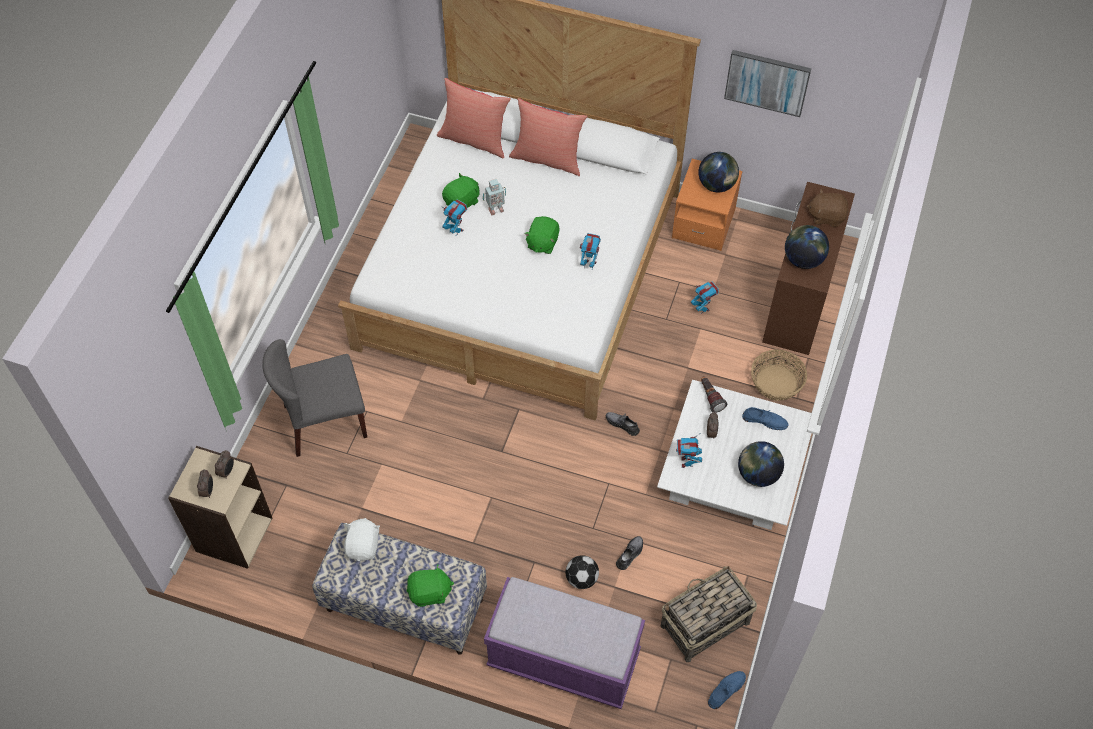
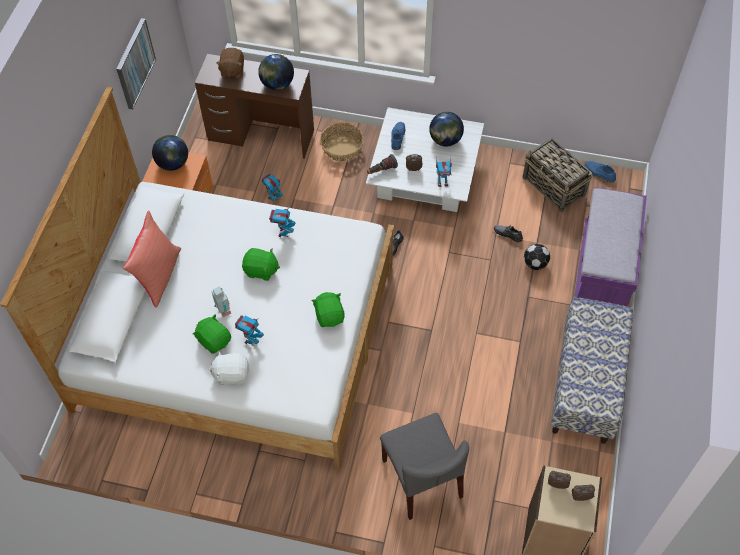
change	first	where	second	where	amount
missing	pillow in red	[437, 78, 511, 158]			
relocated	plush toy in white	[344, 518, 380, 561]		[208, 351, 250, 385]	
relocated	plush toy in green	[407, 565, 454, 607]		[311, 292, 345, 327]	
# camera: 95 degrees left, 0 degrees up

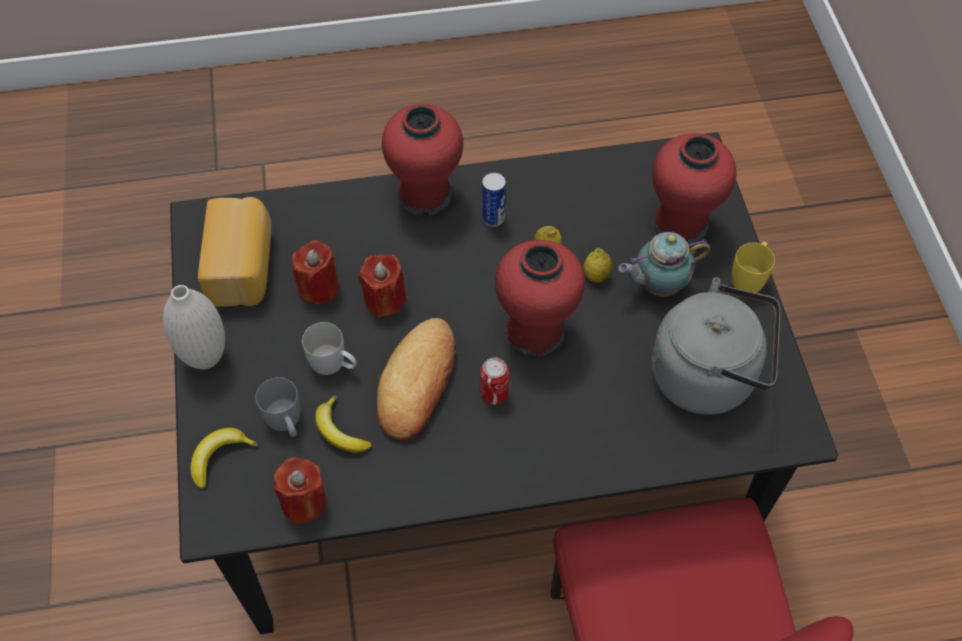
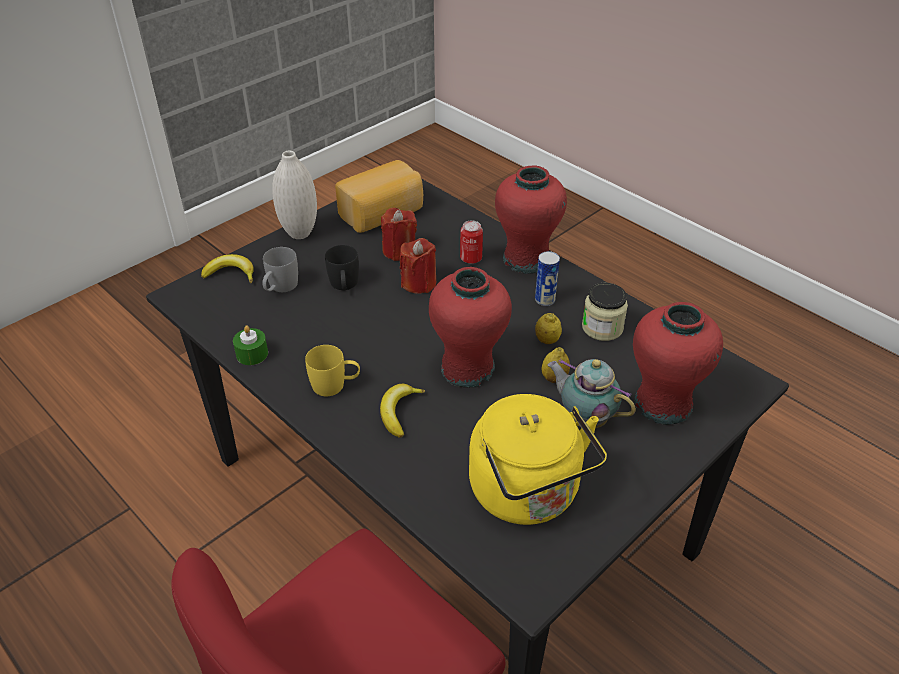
change	first	where	second	where	amount
missing	candle in red	[274, 457, 327, 523]			
missing	bread	[377, 318, 455, 441]			
appeared			candle in green	[233, 325, 268, 365]	
appeared			jar	[582, 283, 628, 341]	
relocated	banana	[315, 395, 372, 453]		[380, 384, 425, 438]	
relocated	can	[480, 357, 509, 404]		[460, 220, 483, 264]	
relocated	mug in yellow	[732, 242, 775, 293]		[305, 345, 360, 396]	
colour	mug in white	[302, 322, 357, 375]	mug in black	[325, 245, 359, 291]	
colour	kettle in grey	[652, 277, 781, 415]	kettle in yellow	[469, 394, 607, 525]	
# camera: 55 degrees right, 15 degrees down

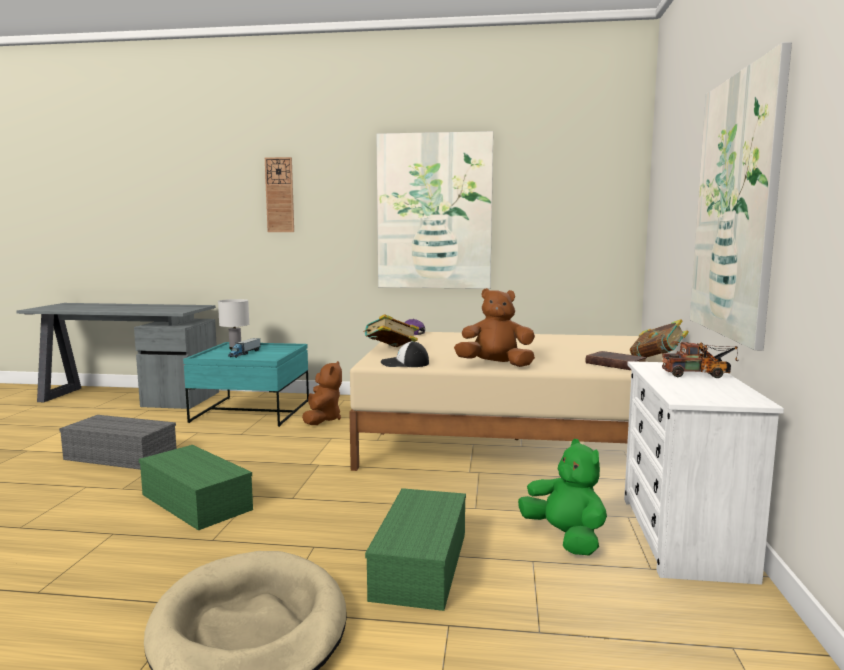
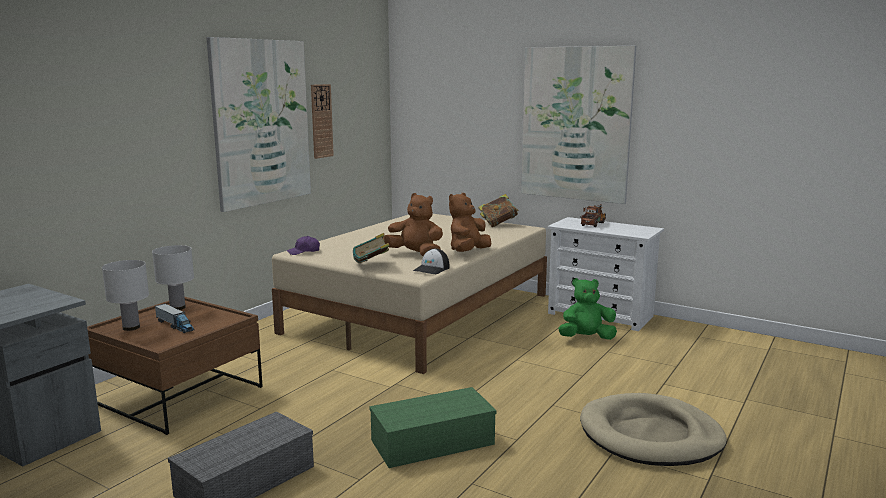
change	first	where	second	where	amount
missing	storage box in green	[365, 488, 466, 611]			
missing	book in brown	[585, 351, 647, 370]			
appeared			table lamp in white	[152, 245, 194, 310]	
relocated	wall clock	[265, 157, 294, 232]		[311, 84, 334, 159]	
relocated	plush toy in brown	[302, 361, 342, 425]		[383, 193, 443, 256]	
colour	coffee table in turquoise	[183, 342, 309, 427]	coffee table in brown	[87, 297, 263, 435]	
# camera: 65 degrees left, 5 degrees up

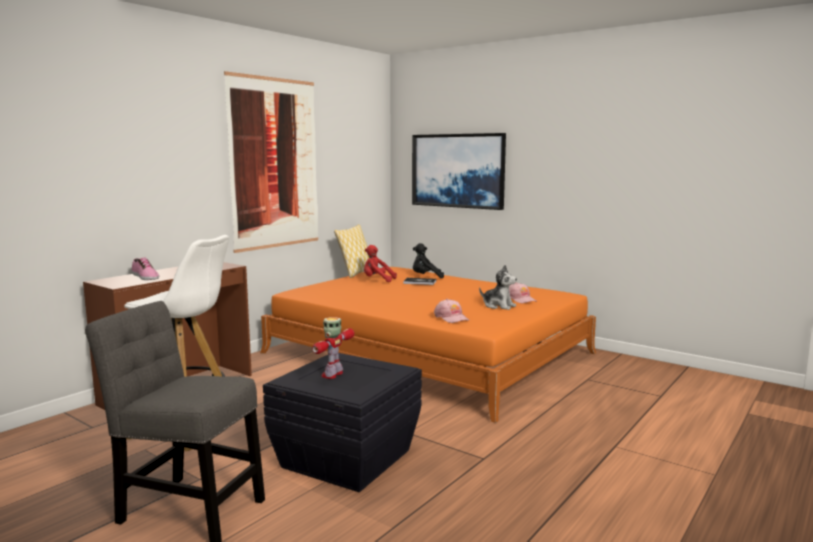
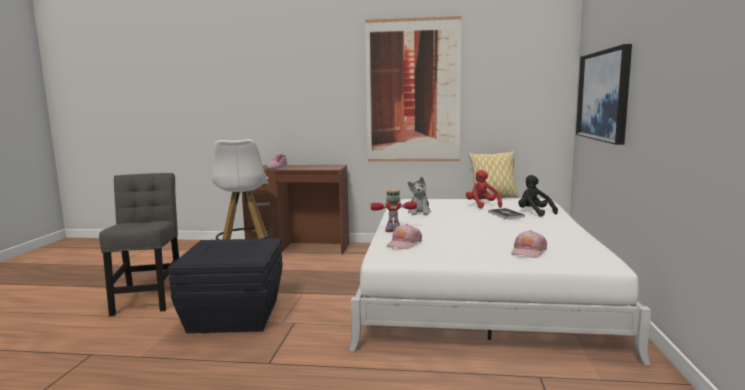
change	first	where	second	where	amount
relocated	toy robot	[312, 317, 354, 379]		[371, 189, 417, 232]	
relocated	plush toy	[479, 265, 517, 310]		[408, 177, 431, 215]	
colour	bed in orange	[260, 267, 596, 423]	bed in white	[349, 198, 652, 366]	
# camera: 60 degrees right, 0 degrees up

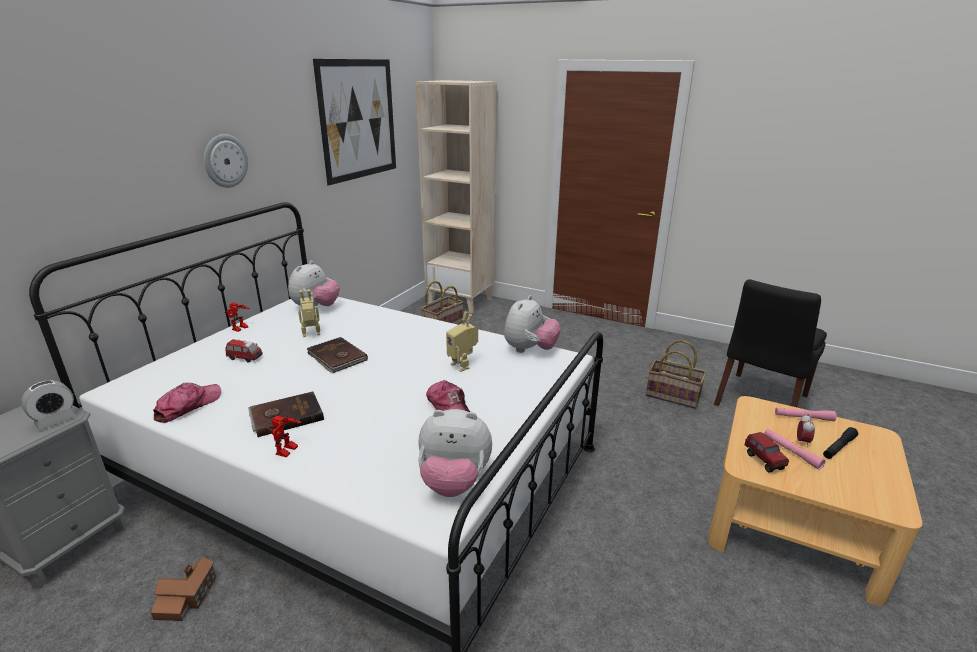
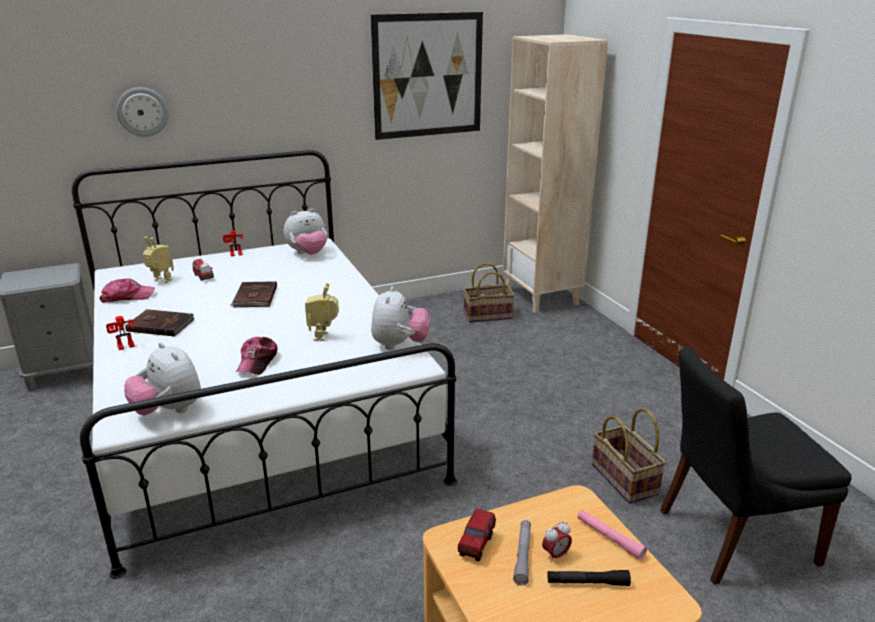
change	first	where	second	where	amount
missing	alarm clock	[21, 380, 76, 430]			
missing	toy house	[151, 556, 216, 621]			
relocated	wall clock	[204, 134, 248, 188]		[116, 87, 169, 137]	
relocated	toy robot	[298, 289, 320, 337]		[143, 237, 174, 283]	
colour	flashlight in pink	[764, 429, 826, 470]	flashlight in grey	[513, 520, 531, 585]	
spun	plush toy	[504, 295, 561, 353]		[371, 286, 430, 350]	60 degrees counterclockwise
# camera: 40 degrees right, 0 degrees up

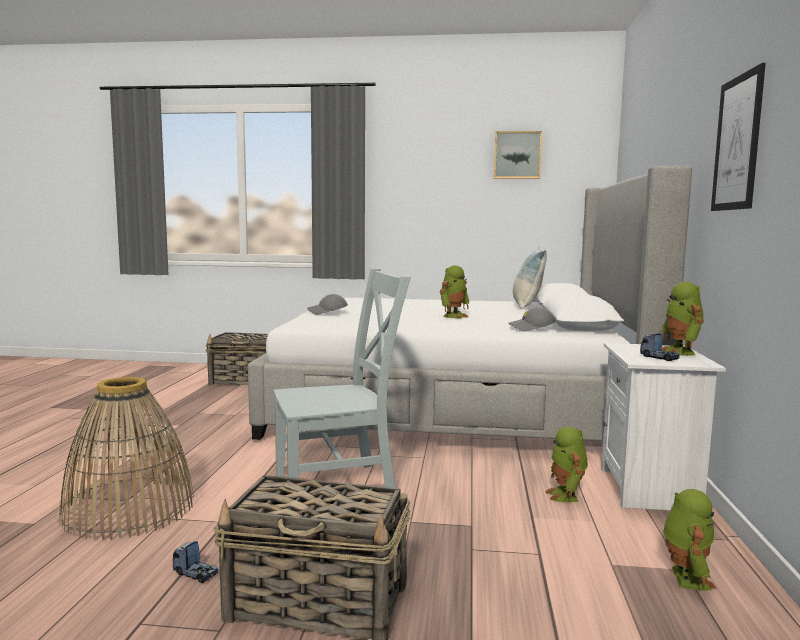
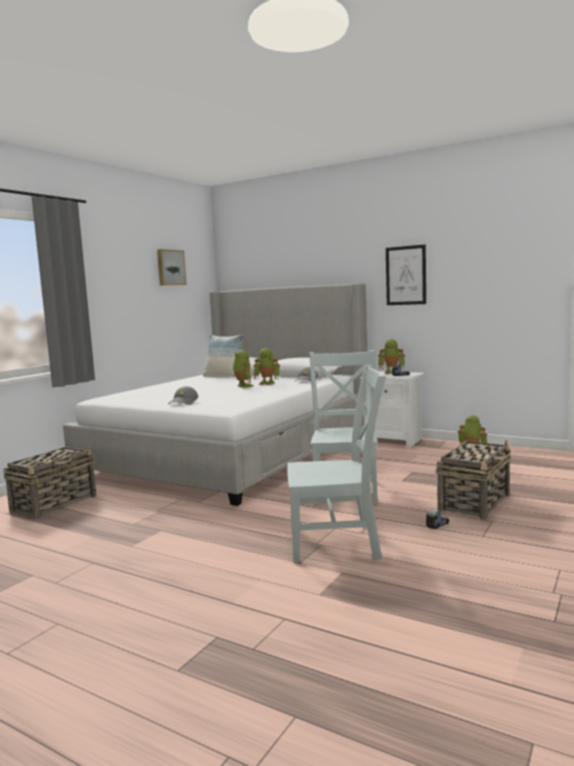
change	first	where	second	where	amount
relocated	toy robot	[545, 426, 588, 502]		[253, 348, 280, 385]	
exchanged	basket	[59, 377, 194, 540]	chair in grey	[287, 365, 386, 563]	
# camera: 65 degrees left, 0 degrees up

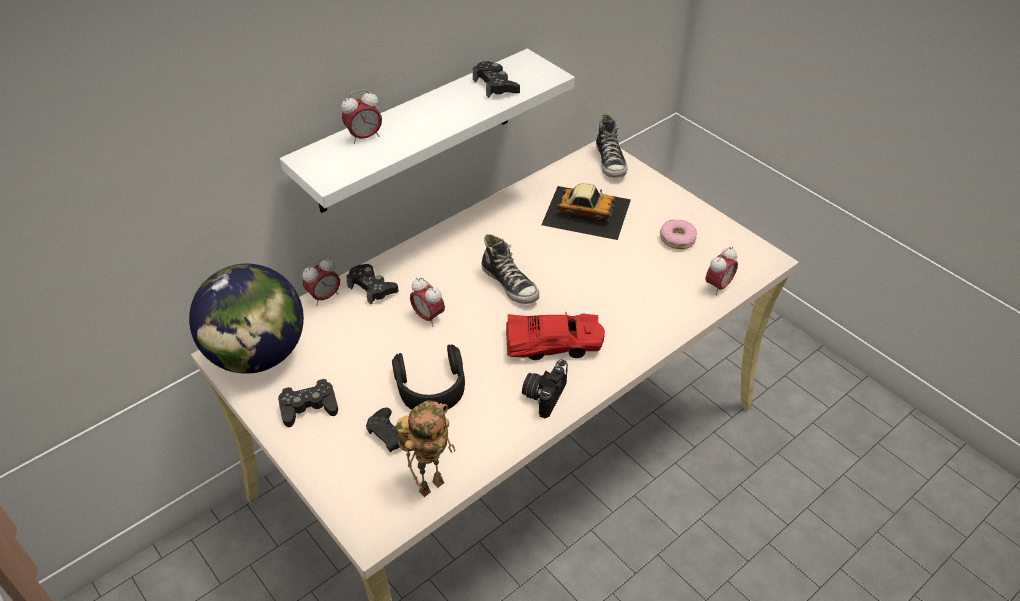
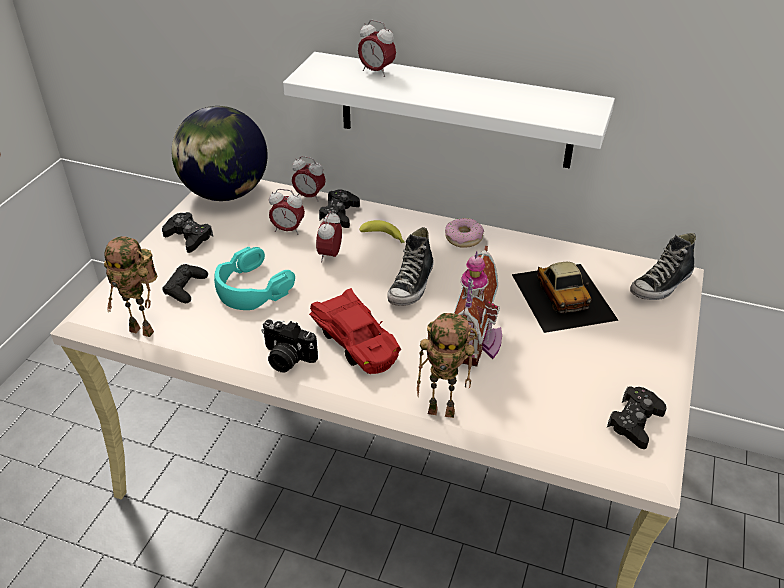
change	first	where	second	where	amount
appeared			banana	[359, 220, 405, 243]	
appeared			toy robot	[417, 313, 477, 418]	
appeared			toy house	[454, 246, 502, 367]	
relocated	game controller in black	[473, 61, 520, 98]		[607, 386, 667, 449]	
relocated	donut	[660, 220, 697, 249]		[445, 218, 484, 248]	
relocated	alarm clock	[706, 247, 738, 295]		[269, 189, 305, 235]	
colour	headphones in black	[392, 344, 465, 411]	headphones in turquoise	[214, 247, 295, 310]	
spun	photo camera	[522, 360, 568, 418]		[261, 319, 318, 373]	150 degrees counterclockwise
# camera: 60 degrees right, 5 degrees down

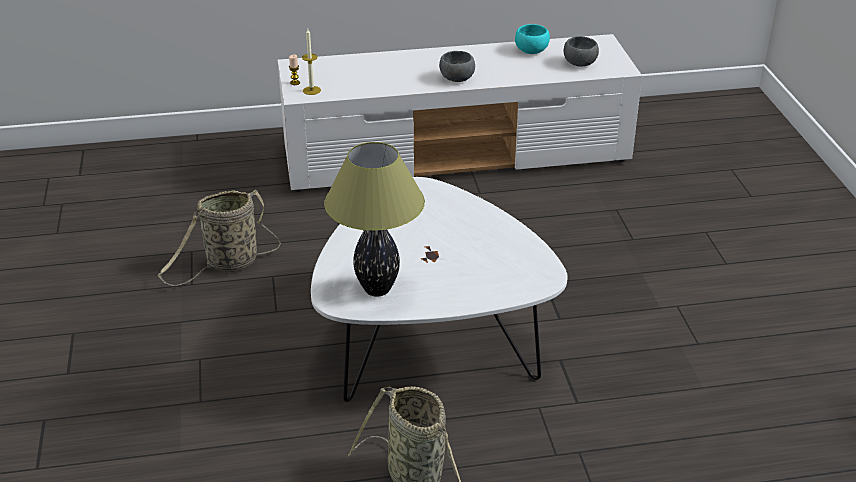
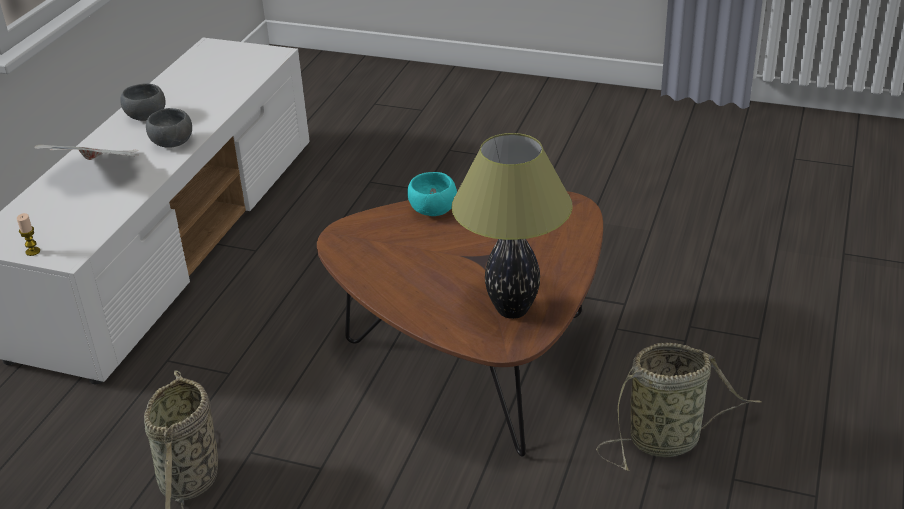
change	first	where	second	where	amount
missing	candle	[302, 29, 321, 95]			
appeared			newspaper	[34, 145, 138, 160]	
relocated	bowl in turquoise	[515, 24, 550, 54]		[407, 172, 457, 216]	
relocated	bowl in grey	[564, 36, 599, 66]		[120, 83, 165, 121]	
colour	coffee table in white	[311, 177, 568, 402]	coffee table in brown	[317, 191, 603, 457]	
# camera: 60 degrees left, 0 degrees up

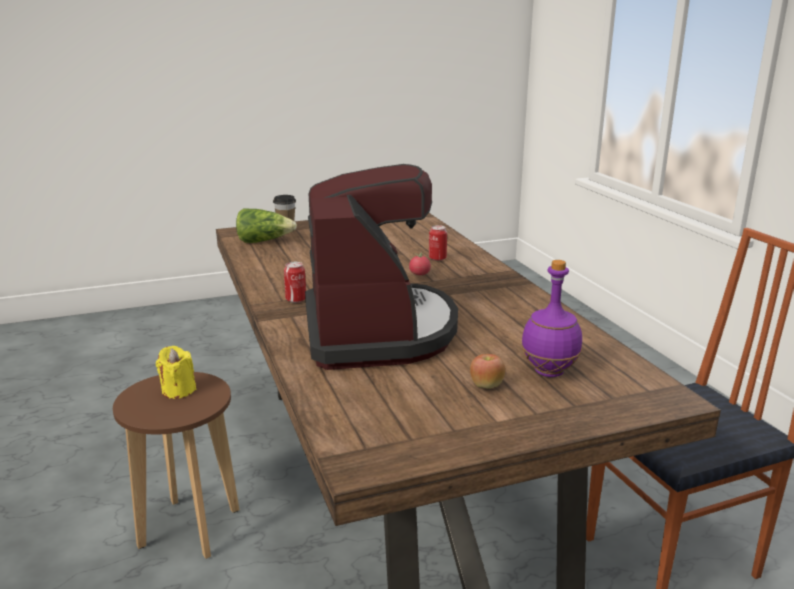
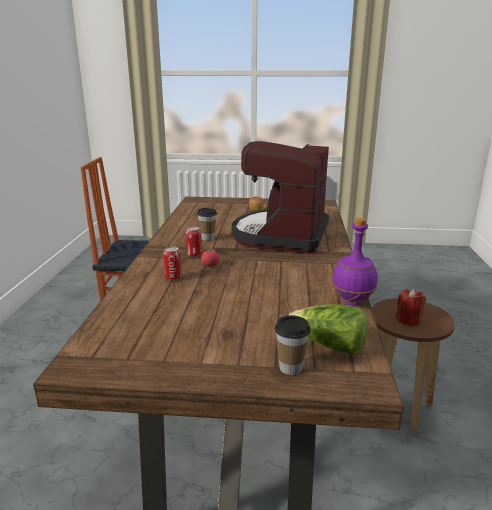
change	first	where	second	where	amount
appeared			cup	[197, 208, 217, 241]	
relocated	can	[284, 262, 306, 303]		[186, 226, 202, 257]	
relocated	bottle in purple	[521, 260, 582, 377]		[332, 218, 378, 306]	
colour	candle in yellow	[156, 346, 196, 399]	candle in red	[396, 289, 426, 326]	
# camera: 155 degrees left, 0 degrees up

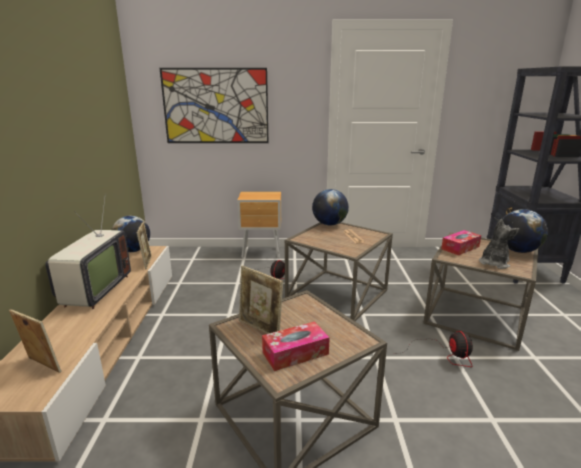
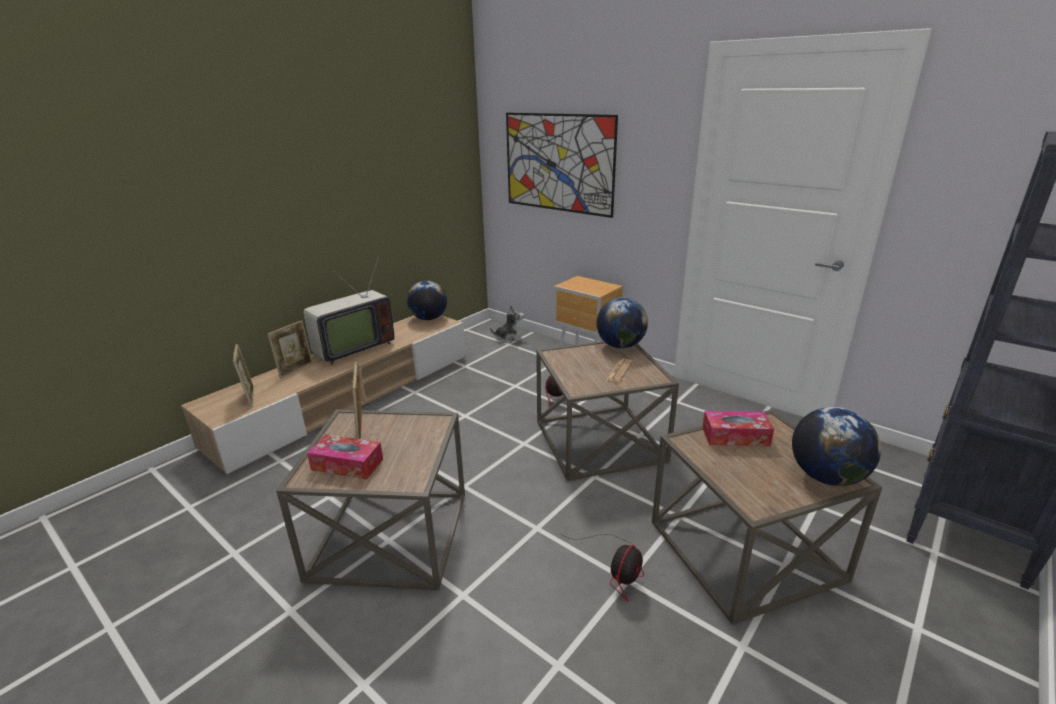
change	first	where	second	where	amount
relocated	picture frame	[137, 222, 152, 270]		[268, 320, 313, 378]	
relocated	plush toy	[479, 219, 519, 269]		[490, 305, 524, 343]	
# camera: 40 degrees right, 5 degrees up

